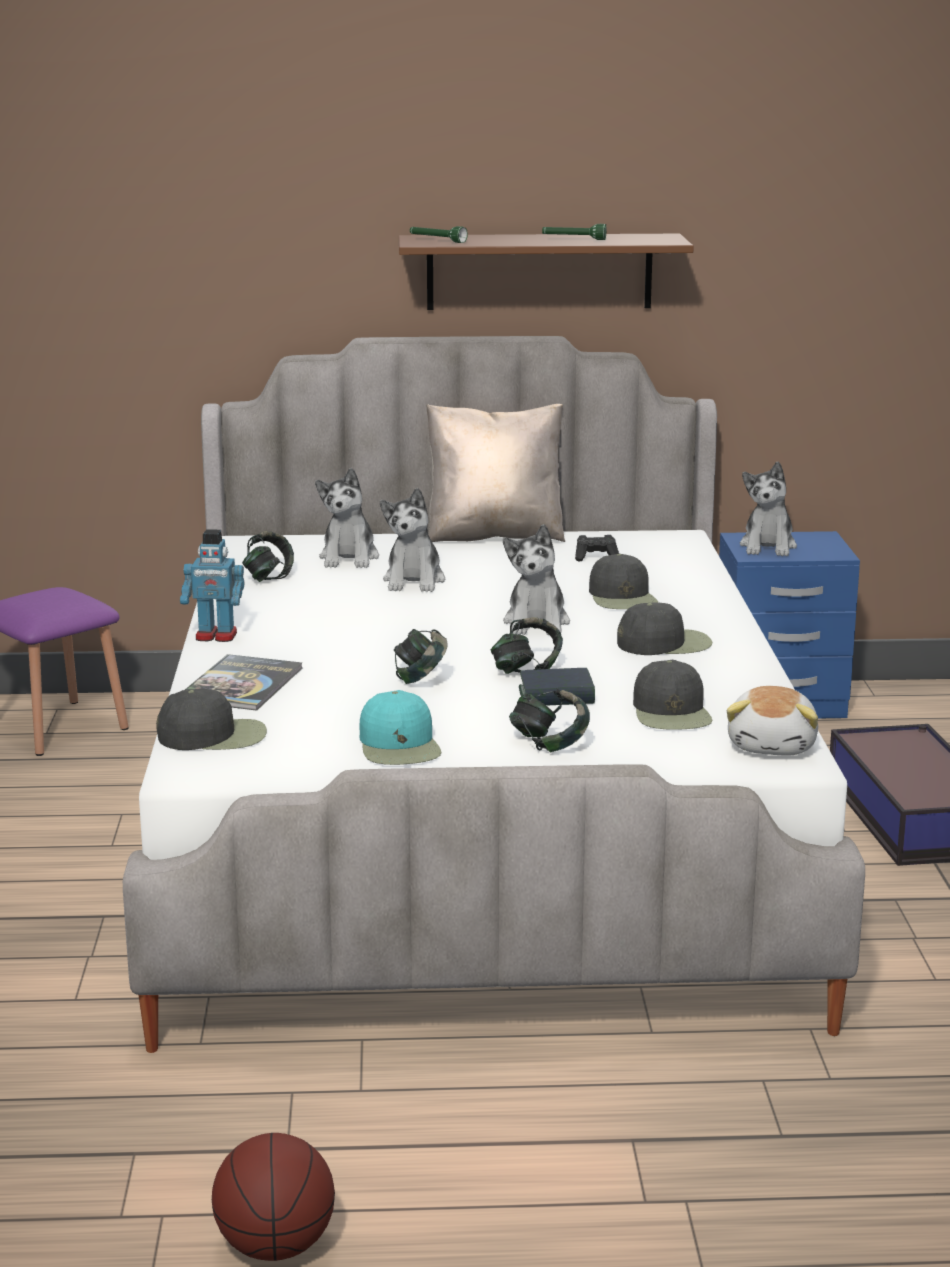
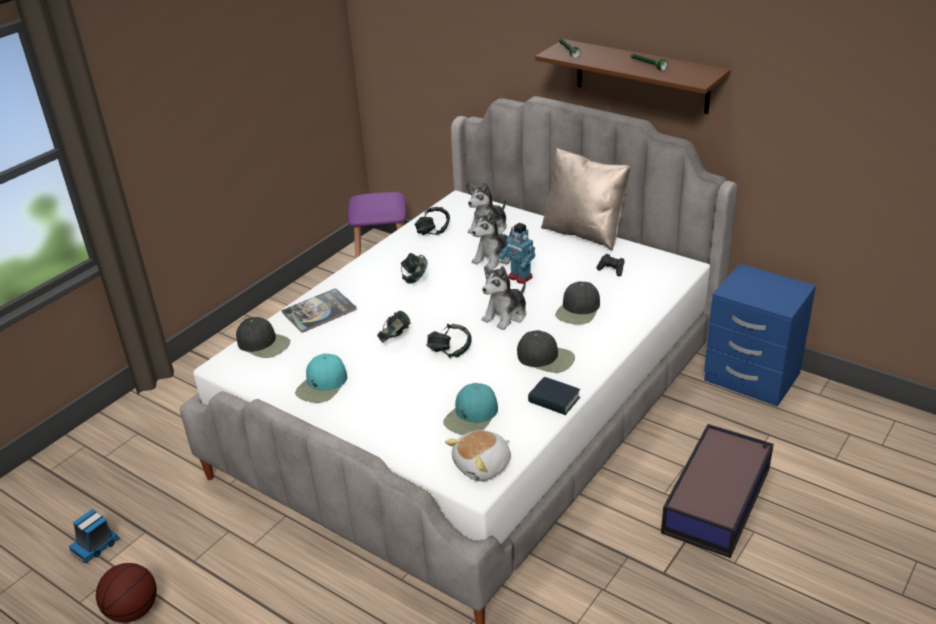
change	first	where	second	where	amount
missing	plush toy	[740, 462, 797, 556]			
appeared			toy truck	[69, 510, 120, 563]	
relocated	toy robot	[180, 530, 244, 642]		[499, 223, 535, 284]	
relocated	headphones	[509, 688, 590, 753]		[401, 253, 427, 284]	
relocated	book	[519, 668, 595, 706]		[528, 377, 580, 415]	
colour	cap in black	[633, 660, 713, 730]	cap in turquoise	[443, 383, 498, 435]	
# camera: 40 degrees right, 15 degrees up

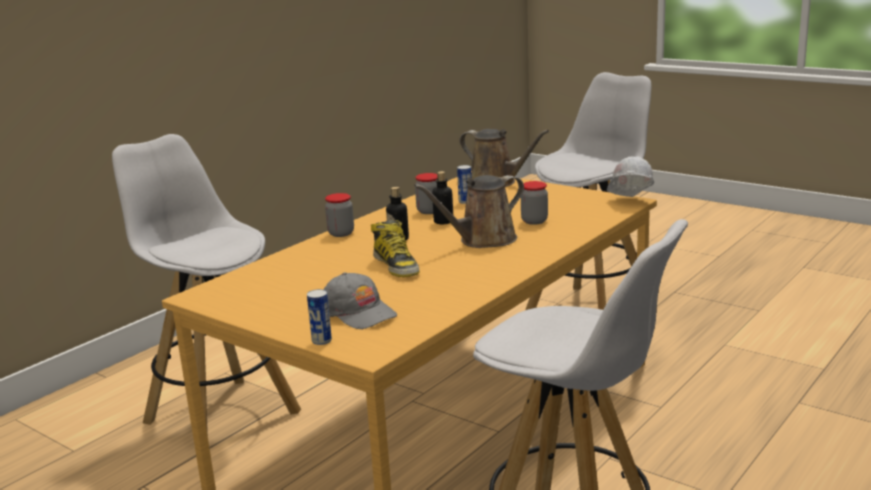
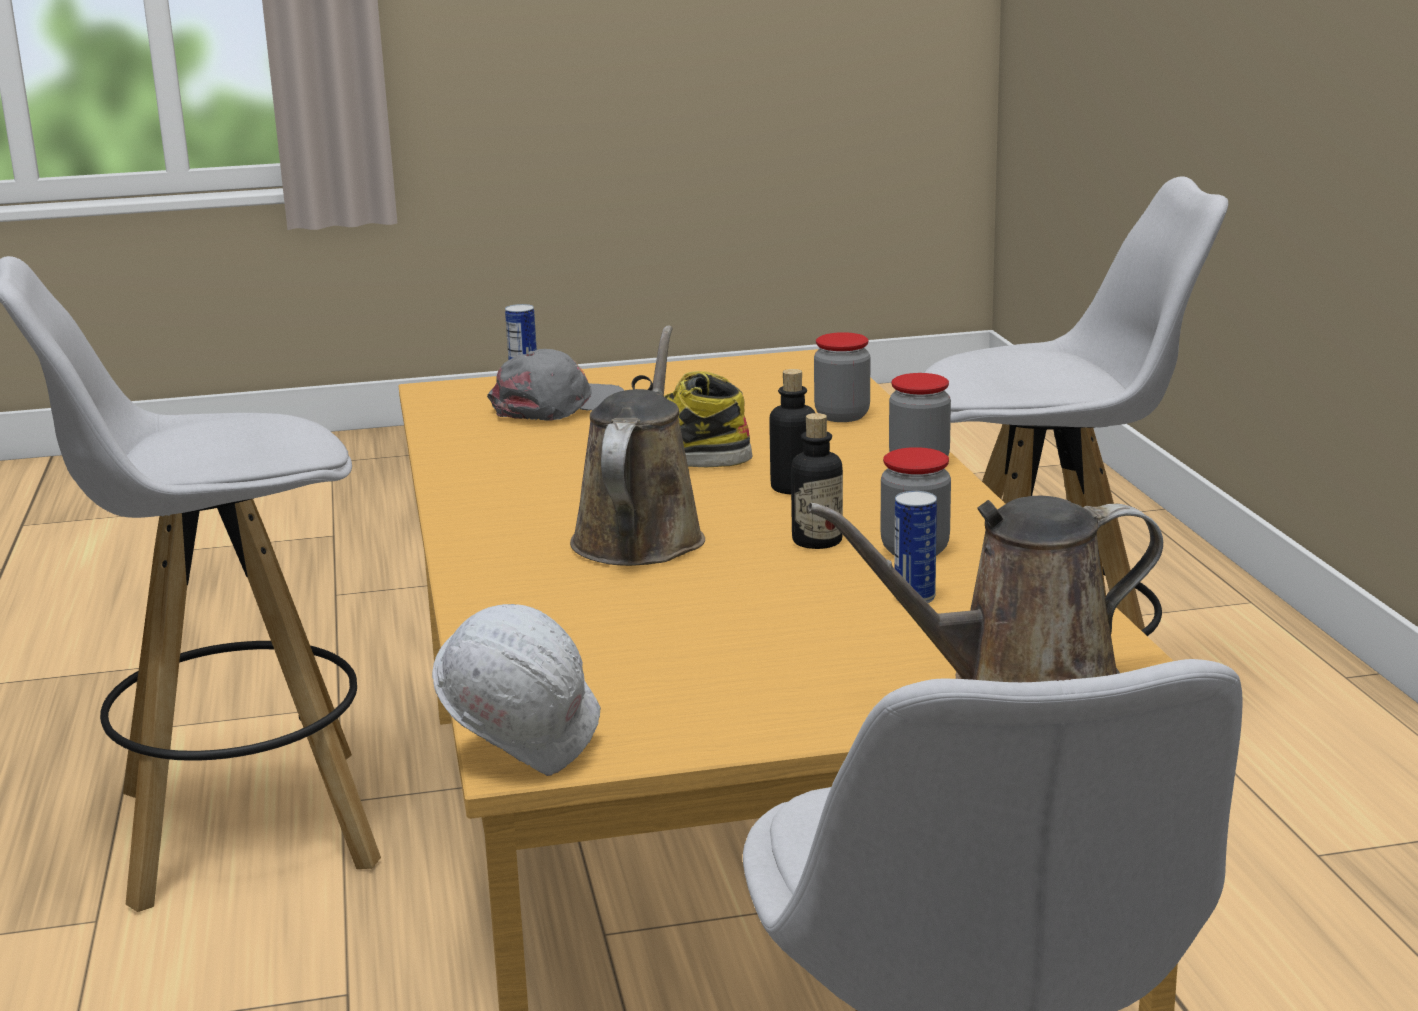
change	first	where	second	where	amount
relocated	jar	[521, 181, 548, 225]		[814, 332, 870, 422]	
spun	cap in grey	[323, 273, 397, 329]		[487, 349, 625, 421]	150 degrees clockwise
# camera: 130 degrees right, 0 degrees up

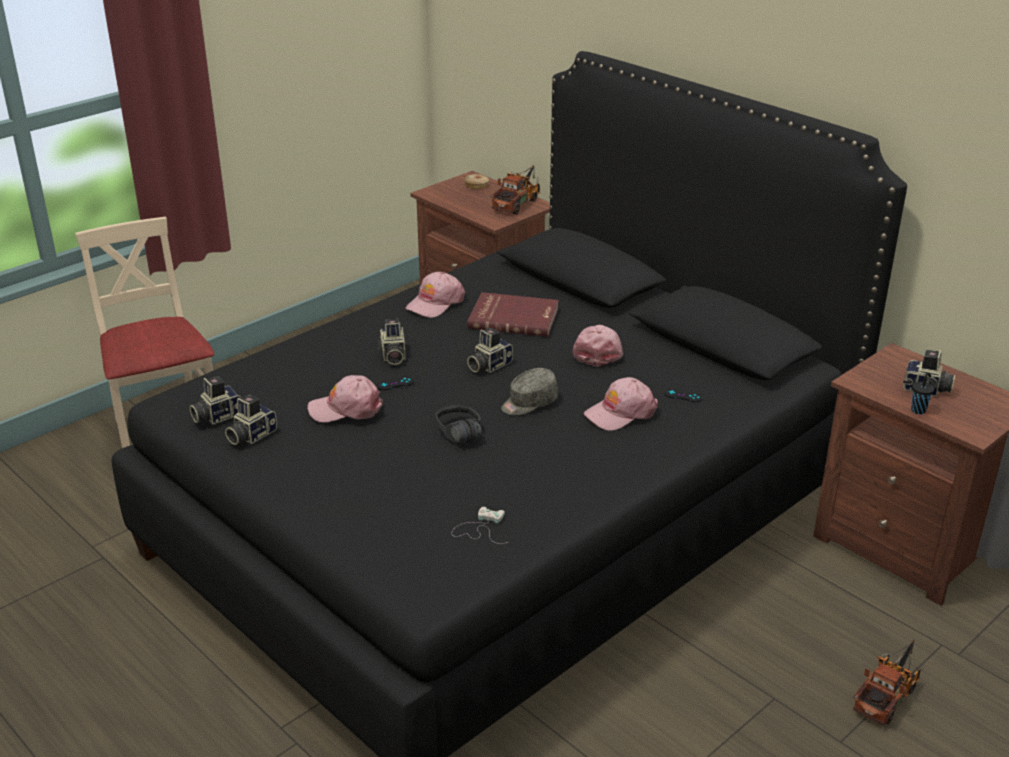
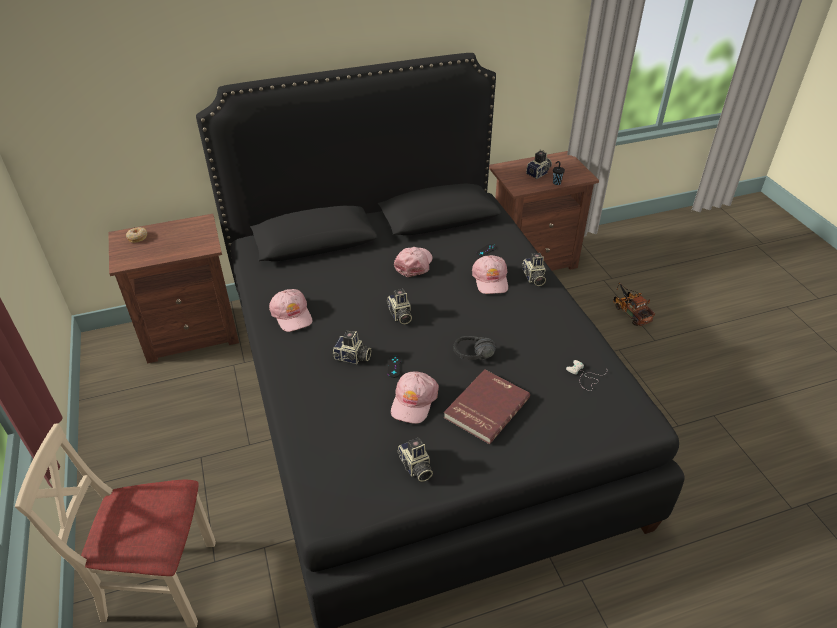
change	first	where	second	where	amount
missing	toy truck	[491, 165, 540, 215]			
missing	cap in grey	[501, 368, 558, 415]			
relocated	photo camera	[190, 376, 241, 424]		[522, 253, 546, 286]	
relocated	book in red	[467, 292, 559, 337]		[444, 369, 530, 444]	
spun	cap in pink	[573, 325, 623, 367]		[394, 247, 432, 277]	75 degrees clockwise
# camera: 65 degrees left, 10 degrees up

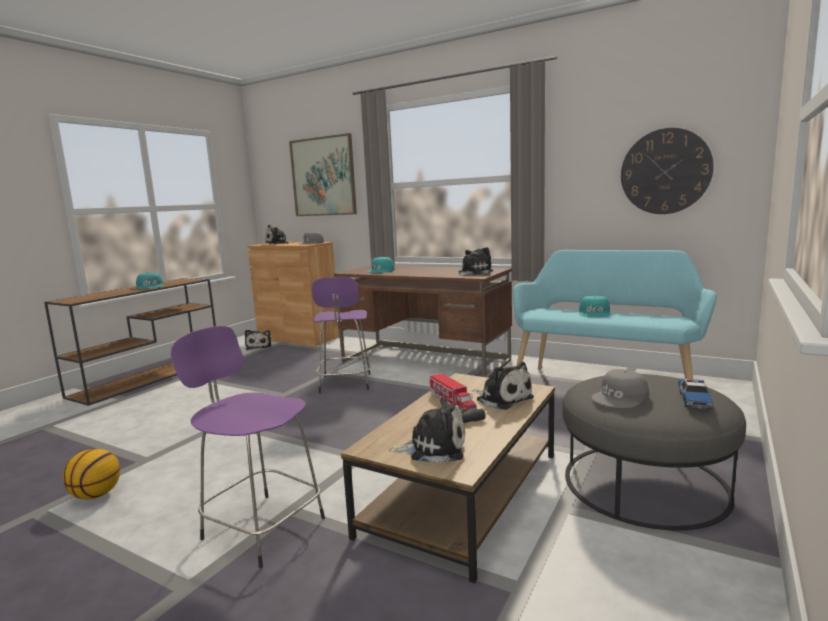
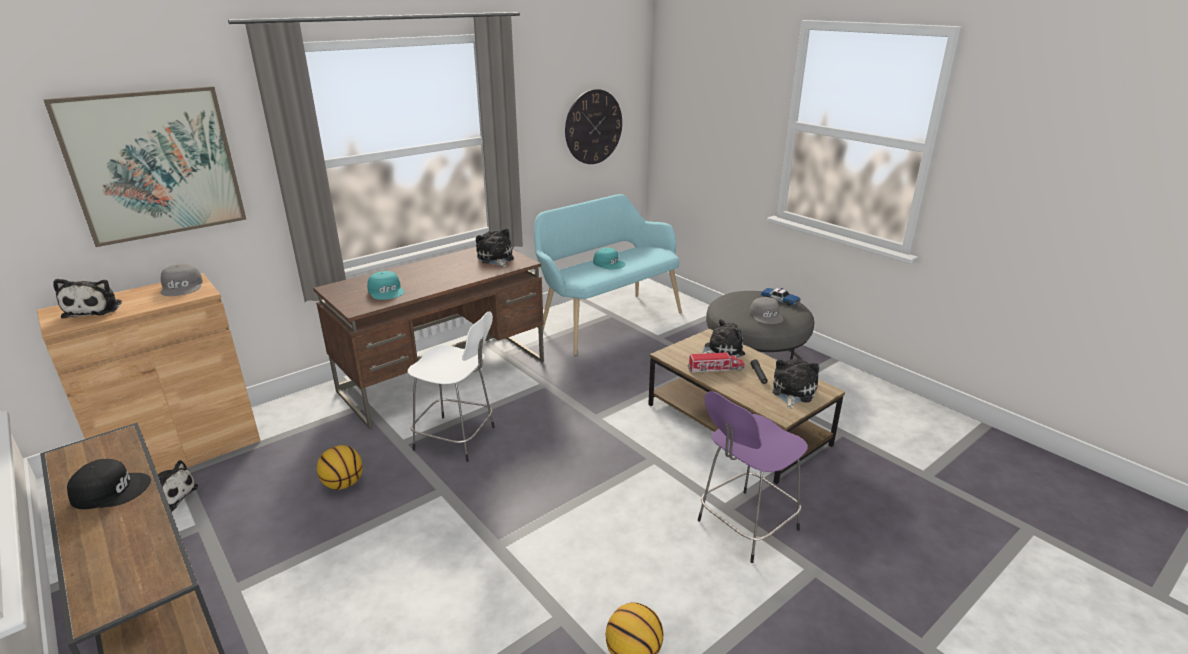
change	first	where	second	where	amount
appeared			basketball	[317, 445, 363, 490]	
colour	cap in turquoise	[136, 272, 164, 289]	cap in black	[67, 459, 151, 509]	
colour	stool in purple	[312, 277, 371, 393]	stool in white	[408, 312, 495, 462]	
# camera: 70 degrees left, 15 degrees up

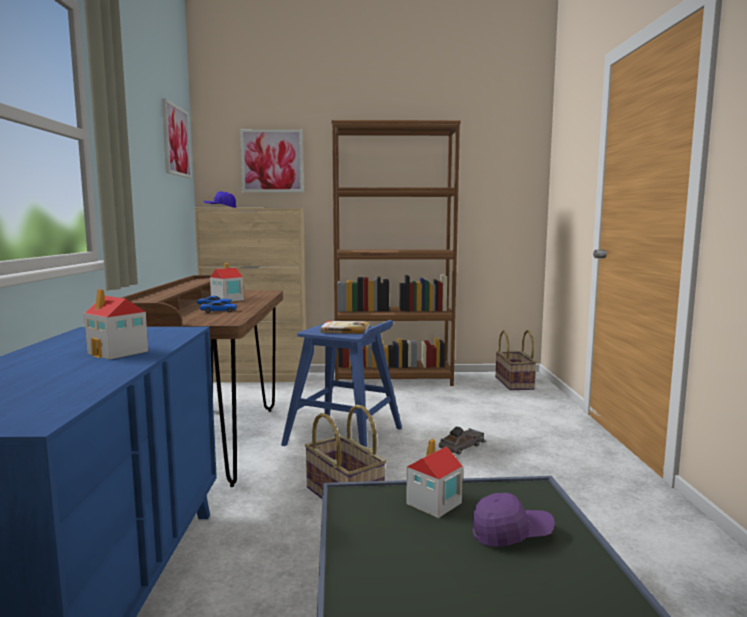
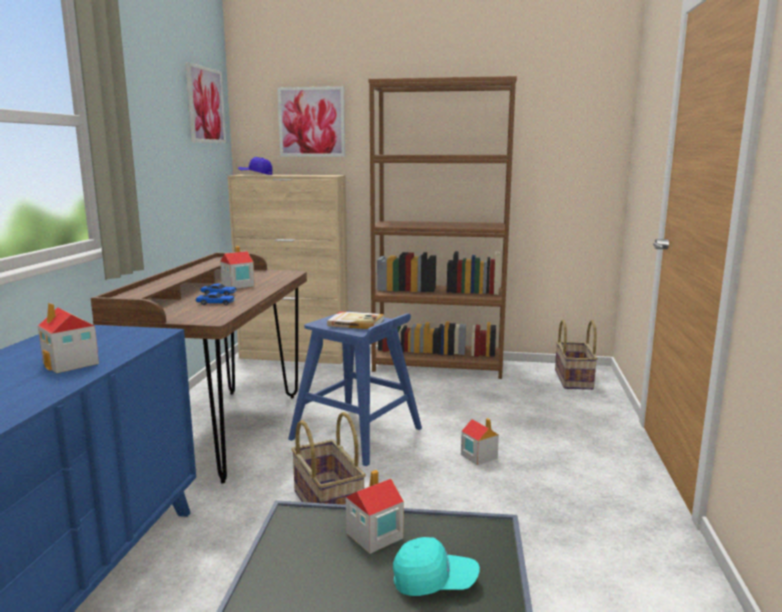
change	first	where	second	where	amount
exchanged	toy car in grey	[439, 427, 486, 455]	toy house	[461, 418, 499, 465]	
colour	cap in purple	[472, 493, 555, 547]	cap in turquoise	[393, 537, 480, 596]	
# camera: 10 degrees right, 5 degrees up

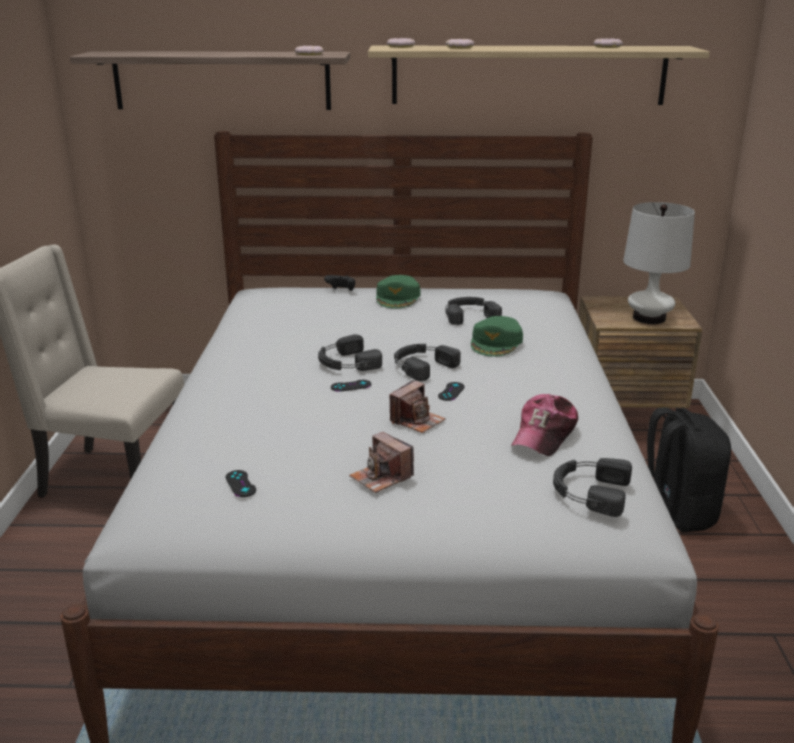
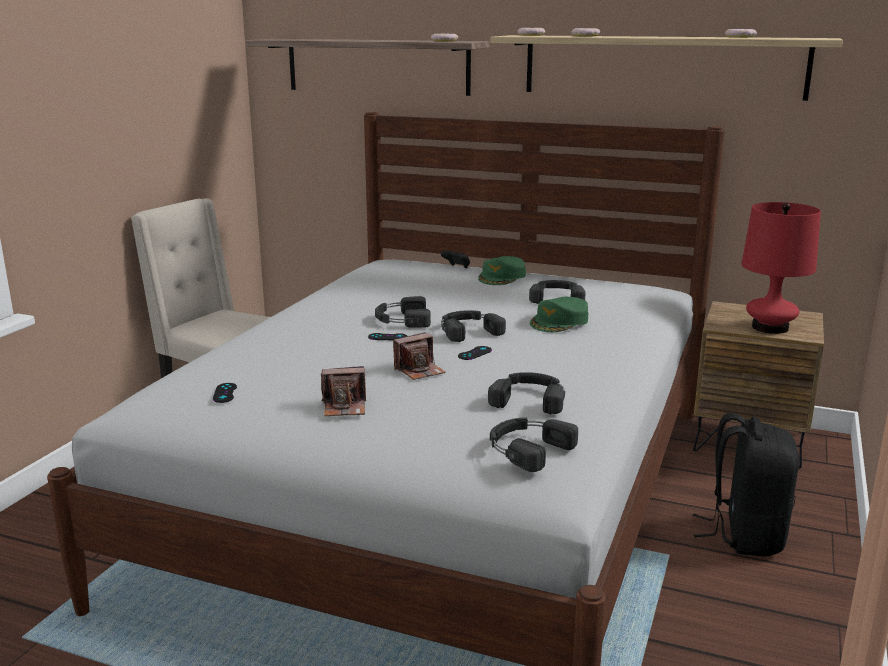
change	first	where	second	where	amount
exchanged	cap	[511, 394, 578, 456]	headphones in black	[488, 372, 565, 414]	
colour	table lamp in white	[623, 202, 695, 324]	table lamp in red	[741, 202, 821, 334]	
spun	photo camera	[349, 432, 414, 493]		[321, 366, 366, 416]	75 degrees counterclockwise
# camera: 20 degrees right, 5 degrees down

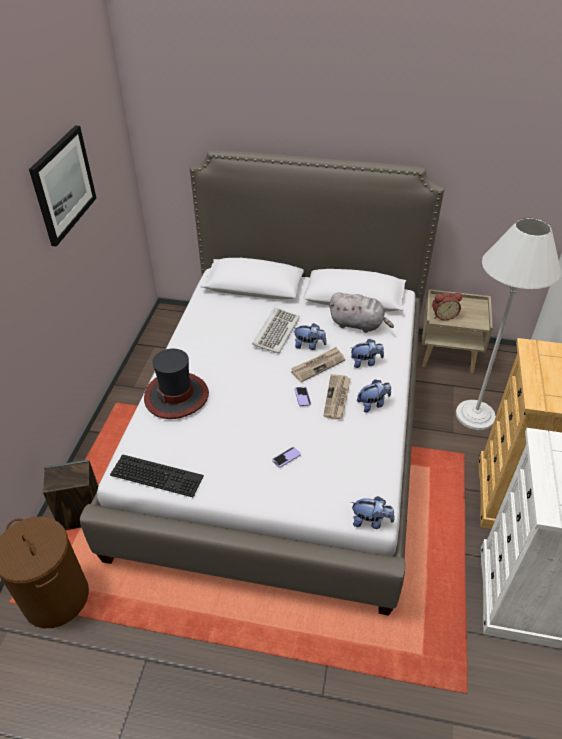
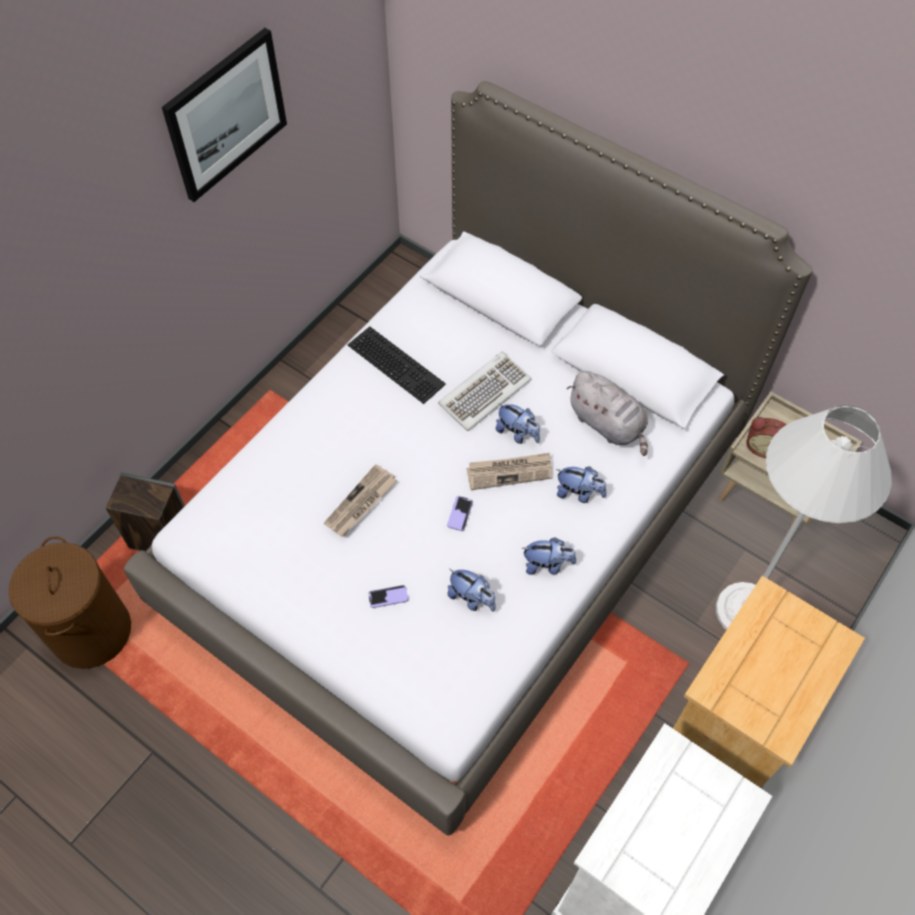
change	first	where	second	where	amount
missing	hat	[144, 349, 209, 419]			
relocated	keyboard	[110, 454, 204, 497]		[348, 326, 446, 404]	
relocated	newspaper	[323, 374, 351, 419]		[324, 464, 397, 537]	
relocated	plush toy	[351, 496, 395, 529]		[447, 569, 496, 612]	
# camera: 25 degrees right, 15 degrees up

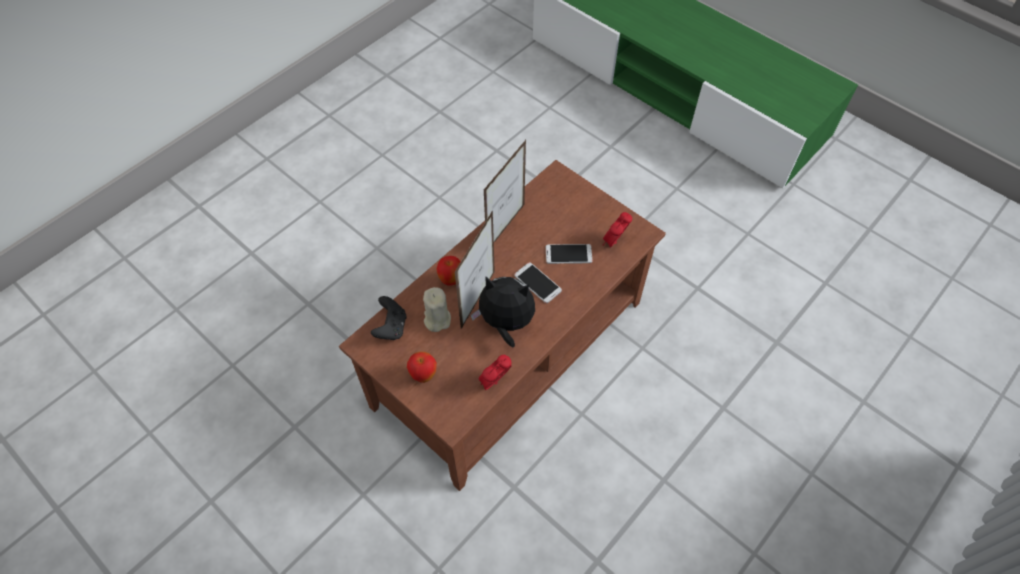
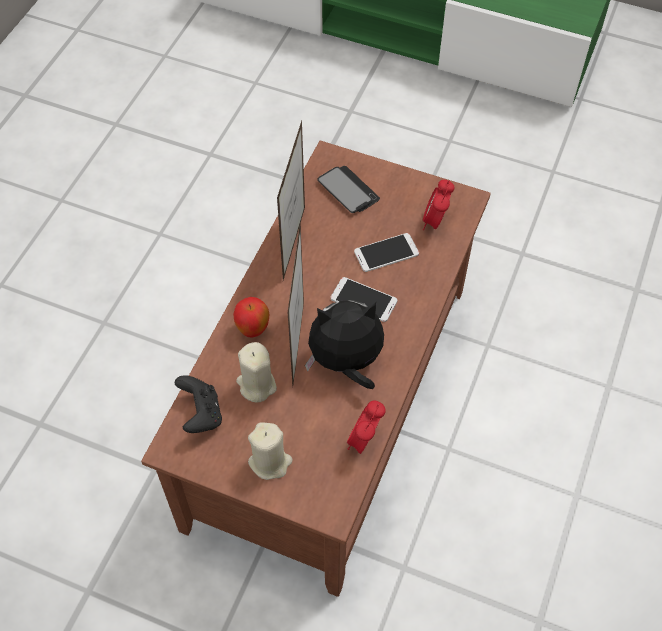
change	first	where	second	where	amount
appeared			phone	[317, 166, 380, 213]	
exchanged	apple	[407, 352, 437, 383]	candle in beige	[248, 422, 293, 480]	
# camera: 20 degrees left, 0 degrees up

